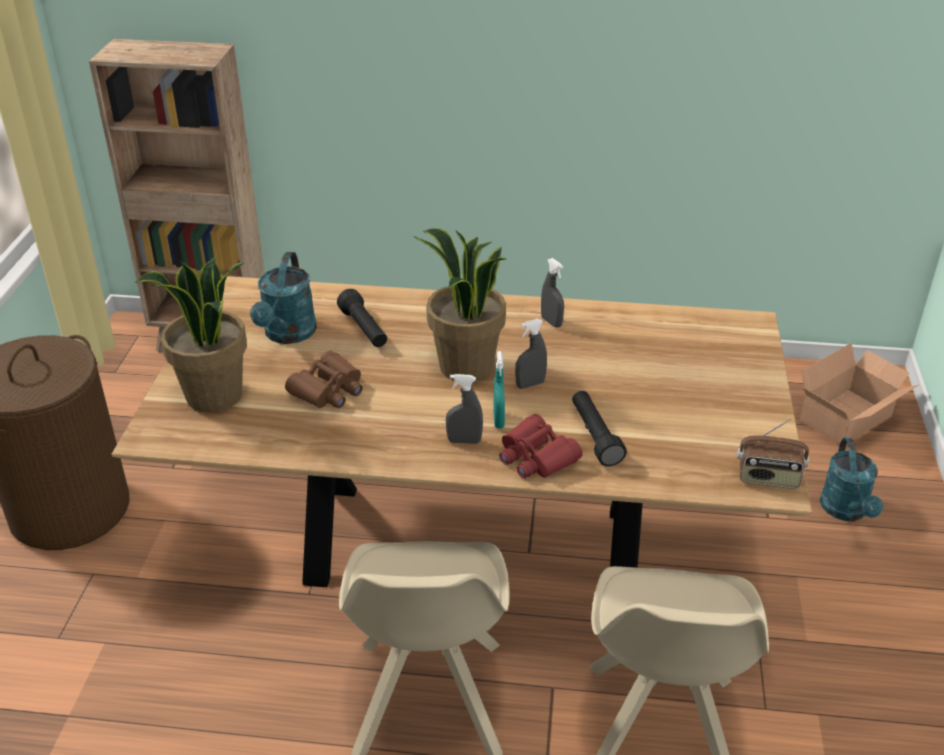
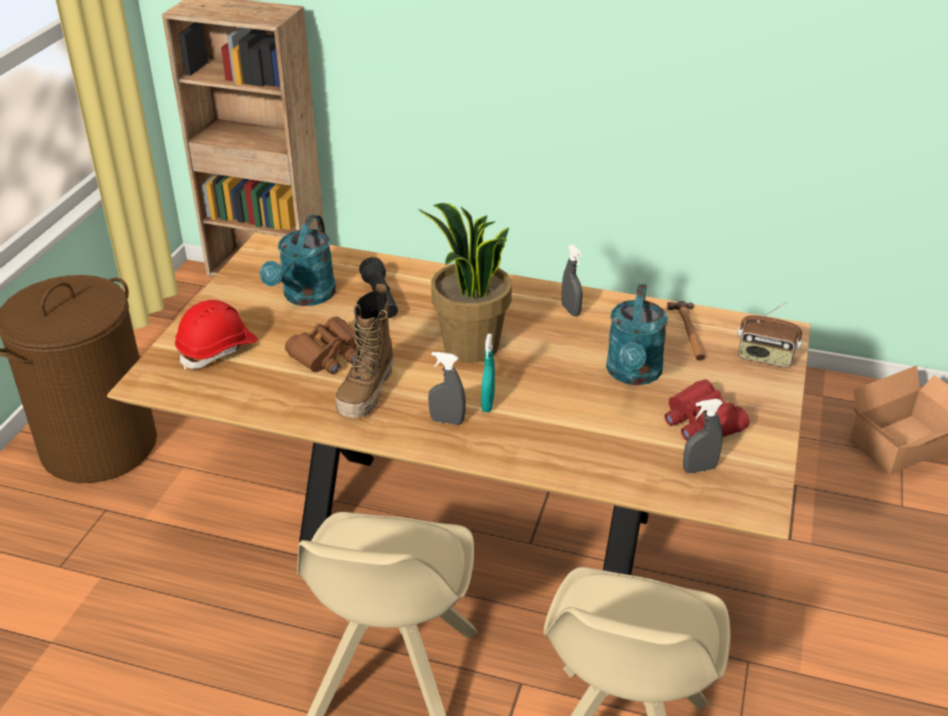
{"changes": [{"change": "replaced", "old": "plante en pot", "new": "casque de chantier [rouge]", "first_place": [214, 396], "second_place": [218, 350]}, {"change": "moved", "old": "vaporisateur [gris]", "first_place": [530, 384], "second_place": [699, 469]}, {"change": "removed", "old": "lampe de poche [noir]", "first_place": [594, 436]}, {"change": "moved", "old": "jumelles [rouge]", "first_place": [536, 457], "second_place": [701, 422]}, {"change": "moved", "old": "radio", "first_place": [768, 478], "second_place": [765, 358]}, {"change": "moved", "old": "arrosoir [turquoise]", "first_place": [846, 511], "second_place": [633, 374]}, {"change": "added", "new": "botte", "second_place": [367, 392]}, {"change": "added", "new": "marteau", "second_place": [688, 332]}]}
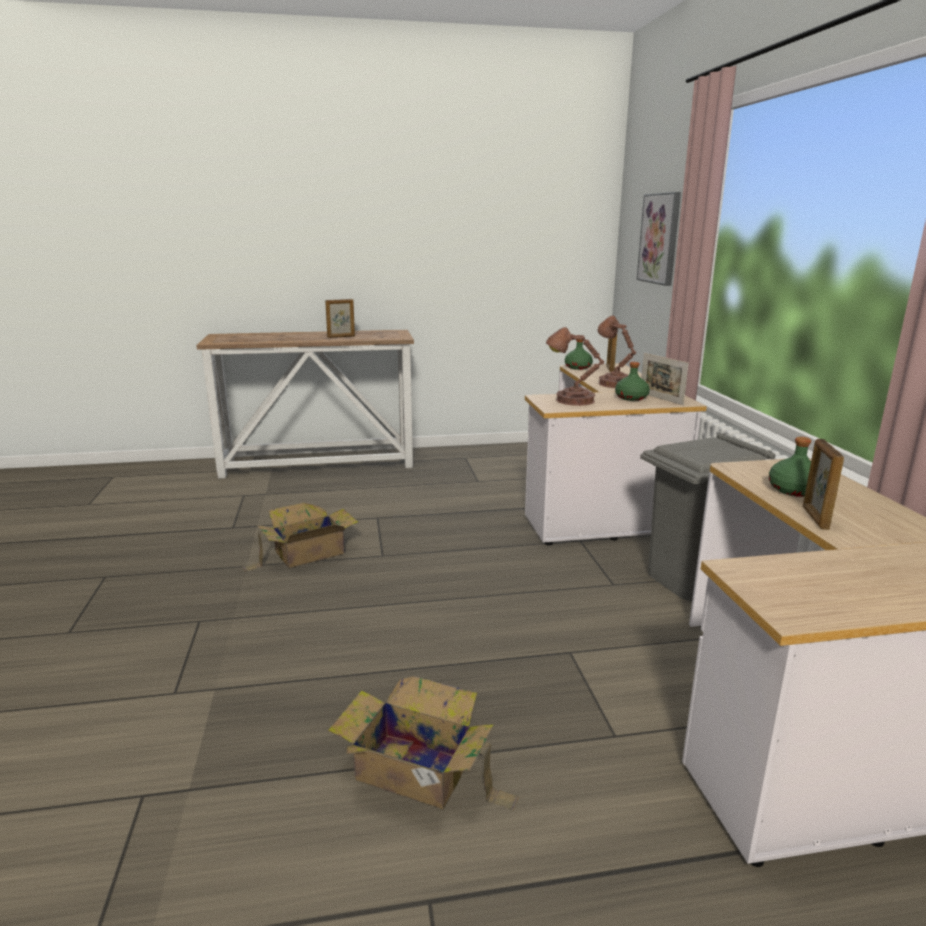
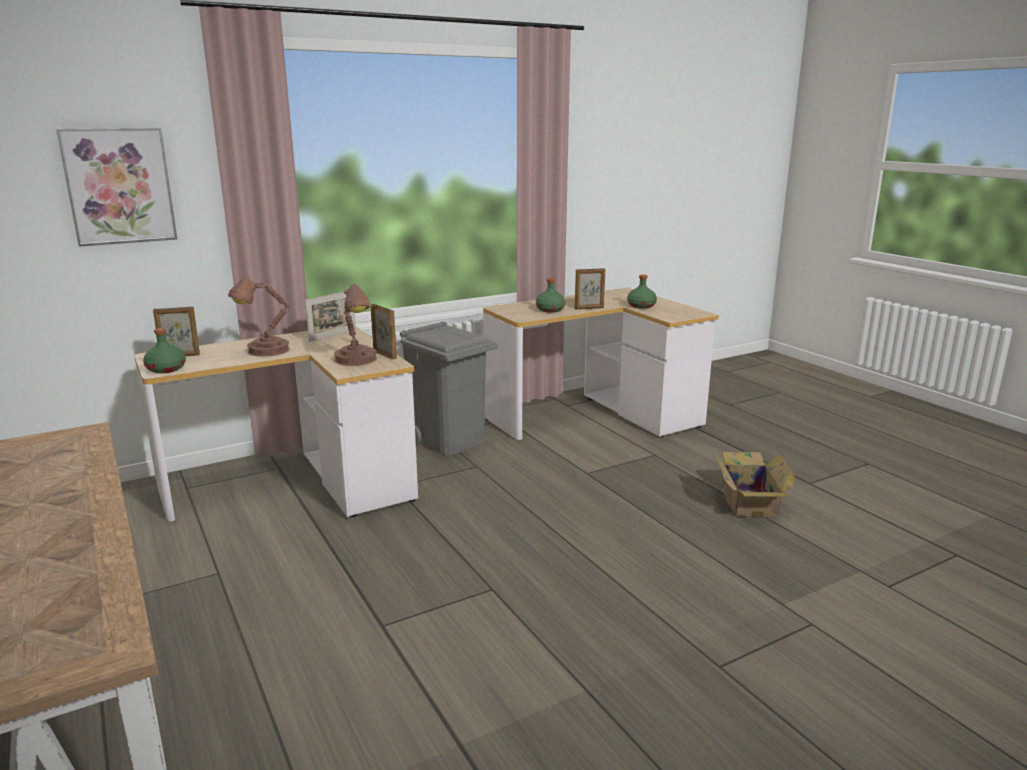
{"changes": [{"change": "moved", "old": "cadre photo", "first_place": [341, 337], "second_place": [385, 354]}, {"change": "moved", "old": "bouteille [vert]", "first_place": [631, 398], "second_place": [641, 306]}, {"change": "removed", "old": "carton", "first_place": [306, 553]}]}
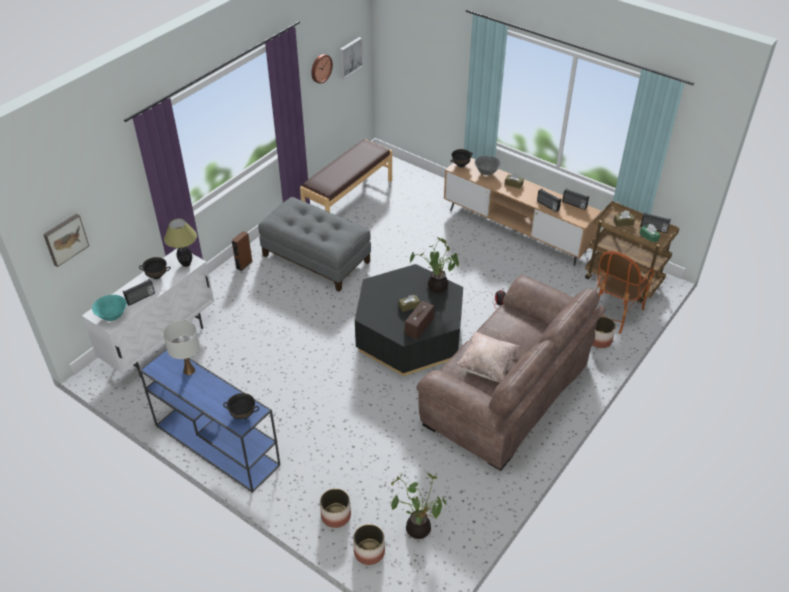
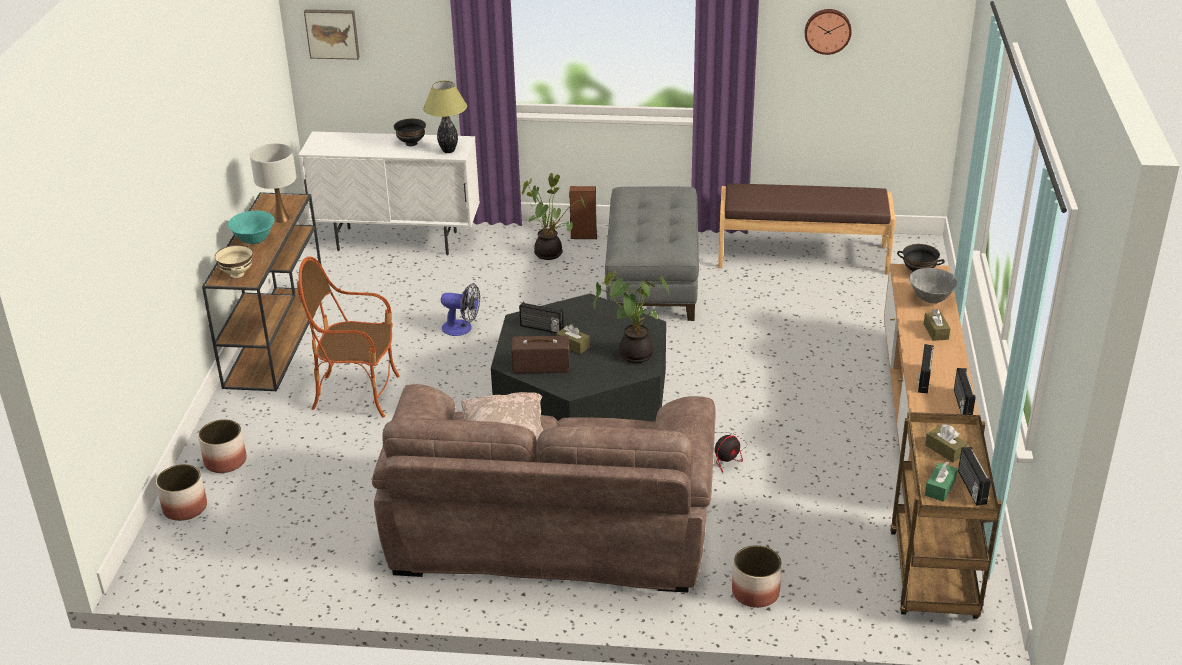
{"changes": [{"change": "removed", "old": "tableau", "first_place": [350, 57]}, {"change": "moved", "old": "fauteuil", "first_place": [614, 312], "second_place": [357, 394]}, {"change": "moved", "old": "radio", "first_place": [141, 298], "second_place": [541, 328]}, {"change": "moved", "old": "bol [turquoise]", "first_place": [113, 316], "second_place": [254, 241]}, {"change": "recoloured", "old": "table console [bleu]", "new": "table console [marron]", "first_place": [215, 444], "second_place": [276, 336]}, {"change": "recoloured", "old": "bol [noir]", "new": "bol [beige]", "first_place": [243, 414], "second_place": [237, 274]}, {"change": "moved", "old": "plante en pot", "first_place": [418, 527], "second_place": [551, 253]}, {"change": "added", "new": "ventilateur", "second_place": [462, 328]}]}
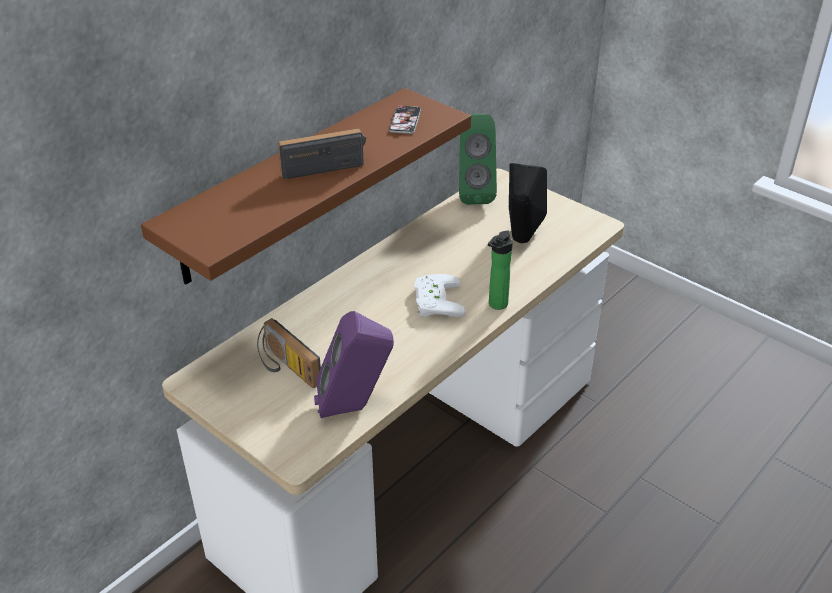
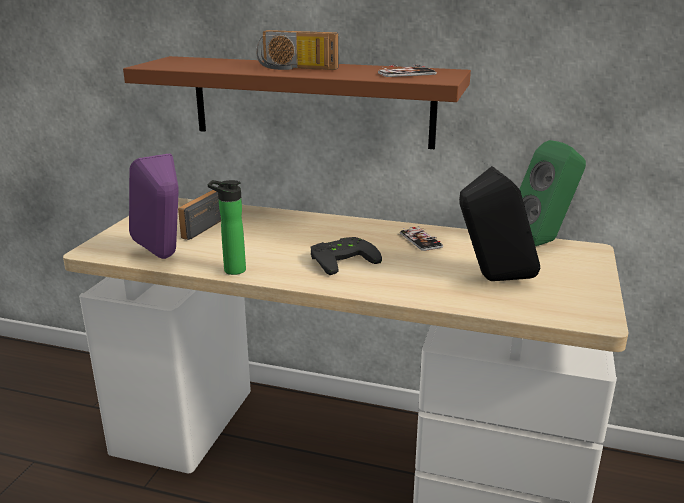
{"changes": [{"change": "turned", "old": "radio", "first_place": [323, 165], "second_place": [295, 68], "degrees": 150}, {"change": "moved", "old": "bouteille", "first_place": [496, 305], "second_place": [231, 270]}, {"change": "recoloured", "old": "manette [blanc]", "new": "manette [noir]", "first_place": [434, 300], "second_place": [342, 259]}, {"change": "added", "new": "téléphone", "second_place": [420, 240]}]}
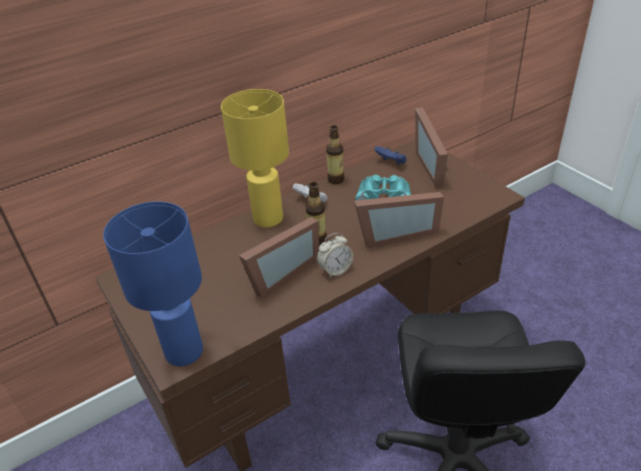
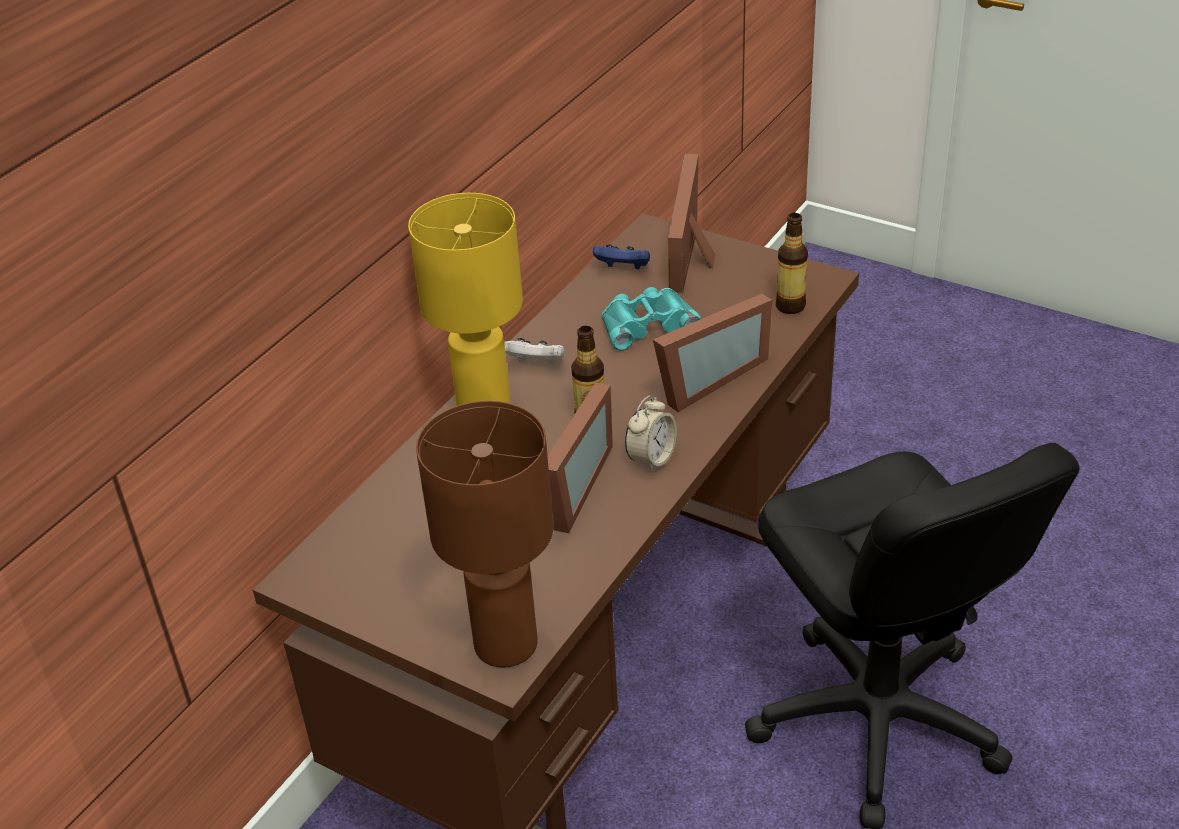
{"changes": [{"change": "turned", "old": "cadre photo", "first_place": [434, 166], "second_place": [696, 257], "degrees": 45}, {"change": "moved", "old": "bouteille", "first_place": [336, 179], "second_place": [790, 306]}, {"change": "recoloured", "old": "lampe de table [bleu]", "new": "lampe de table [marron]", "first_place": [184, 351], "second_place": [505, 643]}]}
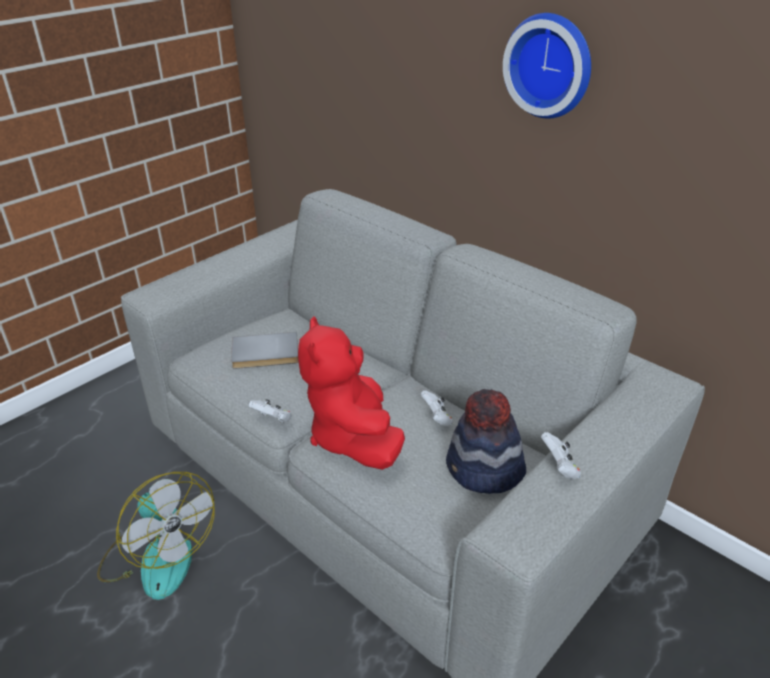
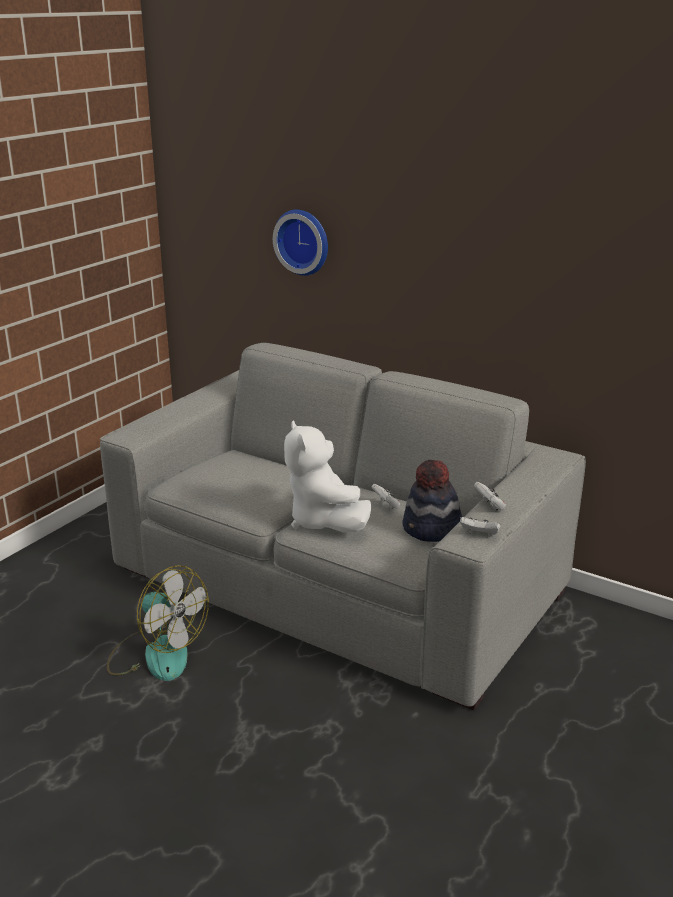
{"changes": [{"change": "moved", "old": "horloge murale", "first_place": [550, 65], "second_place": [303, 241]}, {"change": "recoloured", "old": "peluche [rouge]", "new": "peluche [blanc]", "first_place": [352, 437], "second_place": [323, 521]}, {"change": "removed", "old": "livre [gris]", "first_place": [265, 354]}, {"change": "moved", "old": "manette [blanc]", "first_place": [273, 420], "second_place": [479, 535]}]}
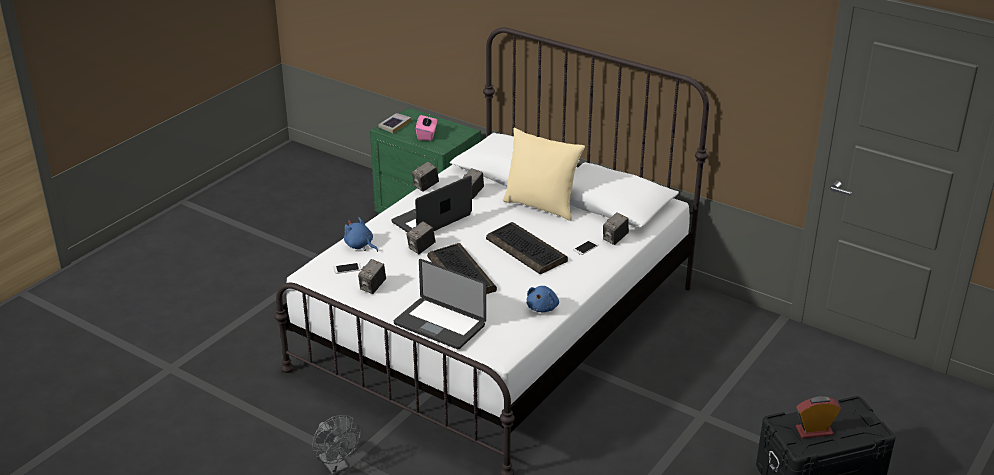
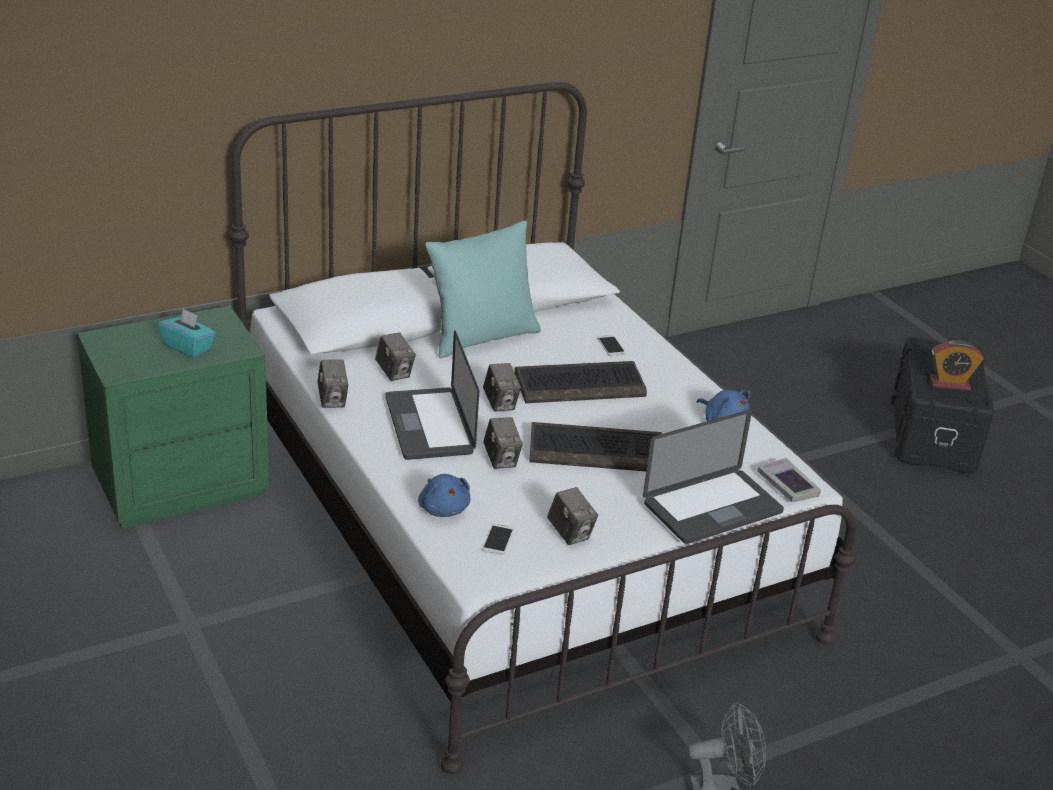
{"changes": [{"change": "moved", "old": "livre", "first_place": [394, 125], "second_place": [787, 485]}, {"change": "recoloured", "old": "boîte à mouchoirs [rose]", "new": "boîte à mouchoirs [turquoise]", "first_place": [427, 135], "second_place": [188, 347]}, {"change": "recoloured", "old": "coussin [beige]", "new": "coussin [turquoise]", "first_place": [541, 206], "second_place": [481, 337]}, {"change": "moved", "old": "appareil photo", "first_place": [615, 239], "second_place": [500, 403]}, {"change": "turned", "old": "peluche [bleu]", "first_place": [360, 246], "second_place": [443, 508], "degrees": -90}, {"change": "turned", "old": "réveil", "first_place": [814, 431], "second_place": [949, 383], "degrees": -105}]}
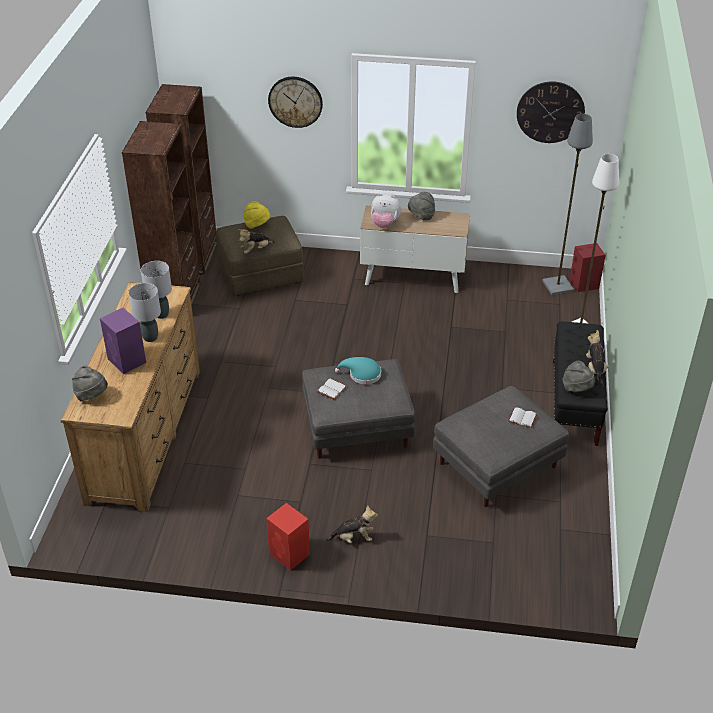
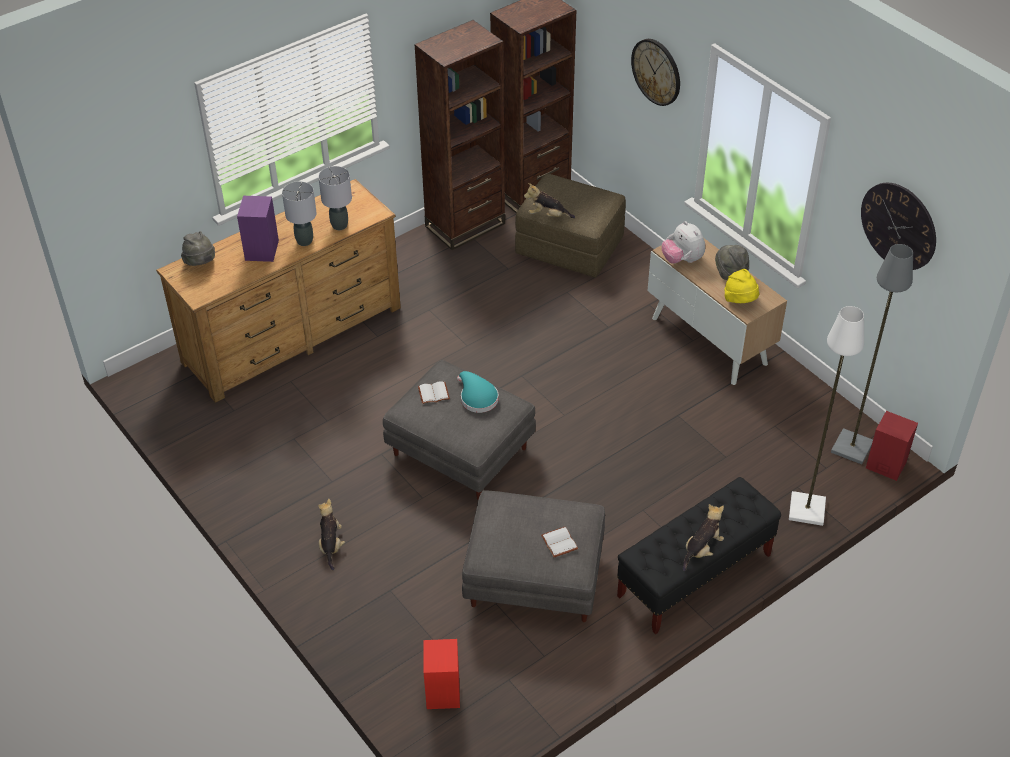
{"changes": [{"change": "moved", "old": "chapeau [jaune]", "first_place": [257, 225], "second_place": [740, 301]}, {"change": "removed", "old": "chapeau [gris]", "first_place": [577, 389]}, {"change": "moved", "old": "enceinte [rouge]", "first_place": [290, 554], "second_place": [443, 693]}, {"change": "turned", "old": "peluche", "first_place": [354, 538], "second_place": [331, 545], "degrees": -135}]}
